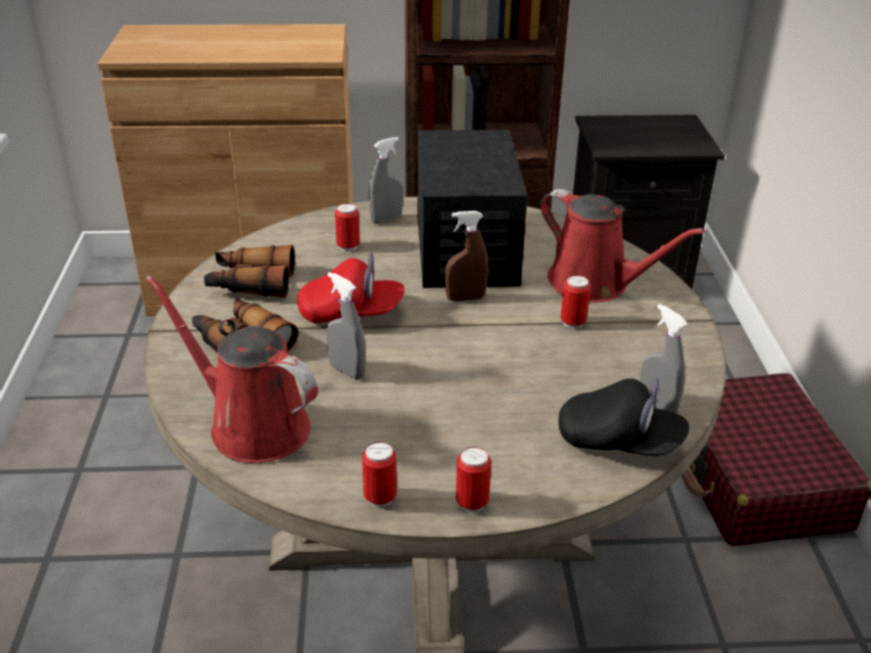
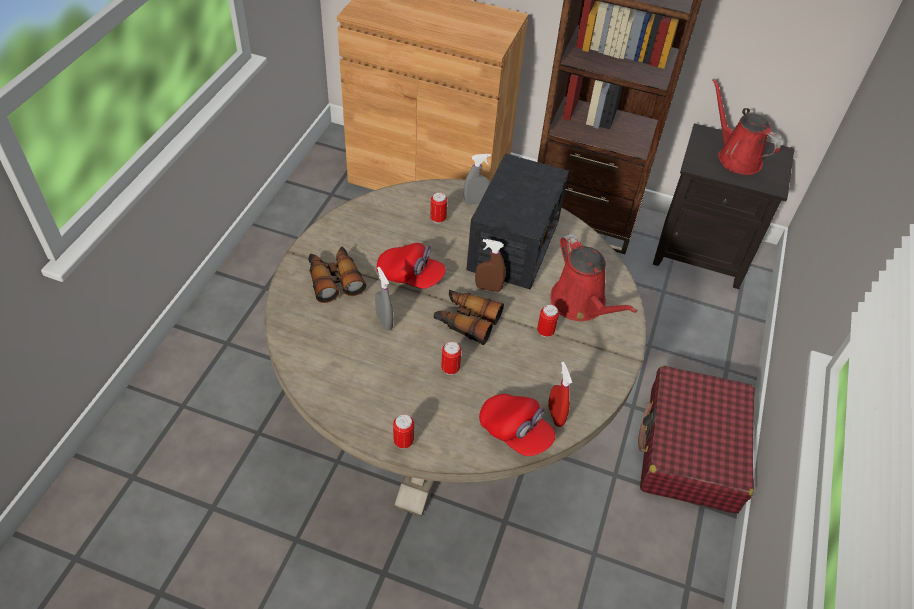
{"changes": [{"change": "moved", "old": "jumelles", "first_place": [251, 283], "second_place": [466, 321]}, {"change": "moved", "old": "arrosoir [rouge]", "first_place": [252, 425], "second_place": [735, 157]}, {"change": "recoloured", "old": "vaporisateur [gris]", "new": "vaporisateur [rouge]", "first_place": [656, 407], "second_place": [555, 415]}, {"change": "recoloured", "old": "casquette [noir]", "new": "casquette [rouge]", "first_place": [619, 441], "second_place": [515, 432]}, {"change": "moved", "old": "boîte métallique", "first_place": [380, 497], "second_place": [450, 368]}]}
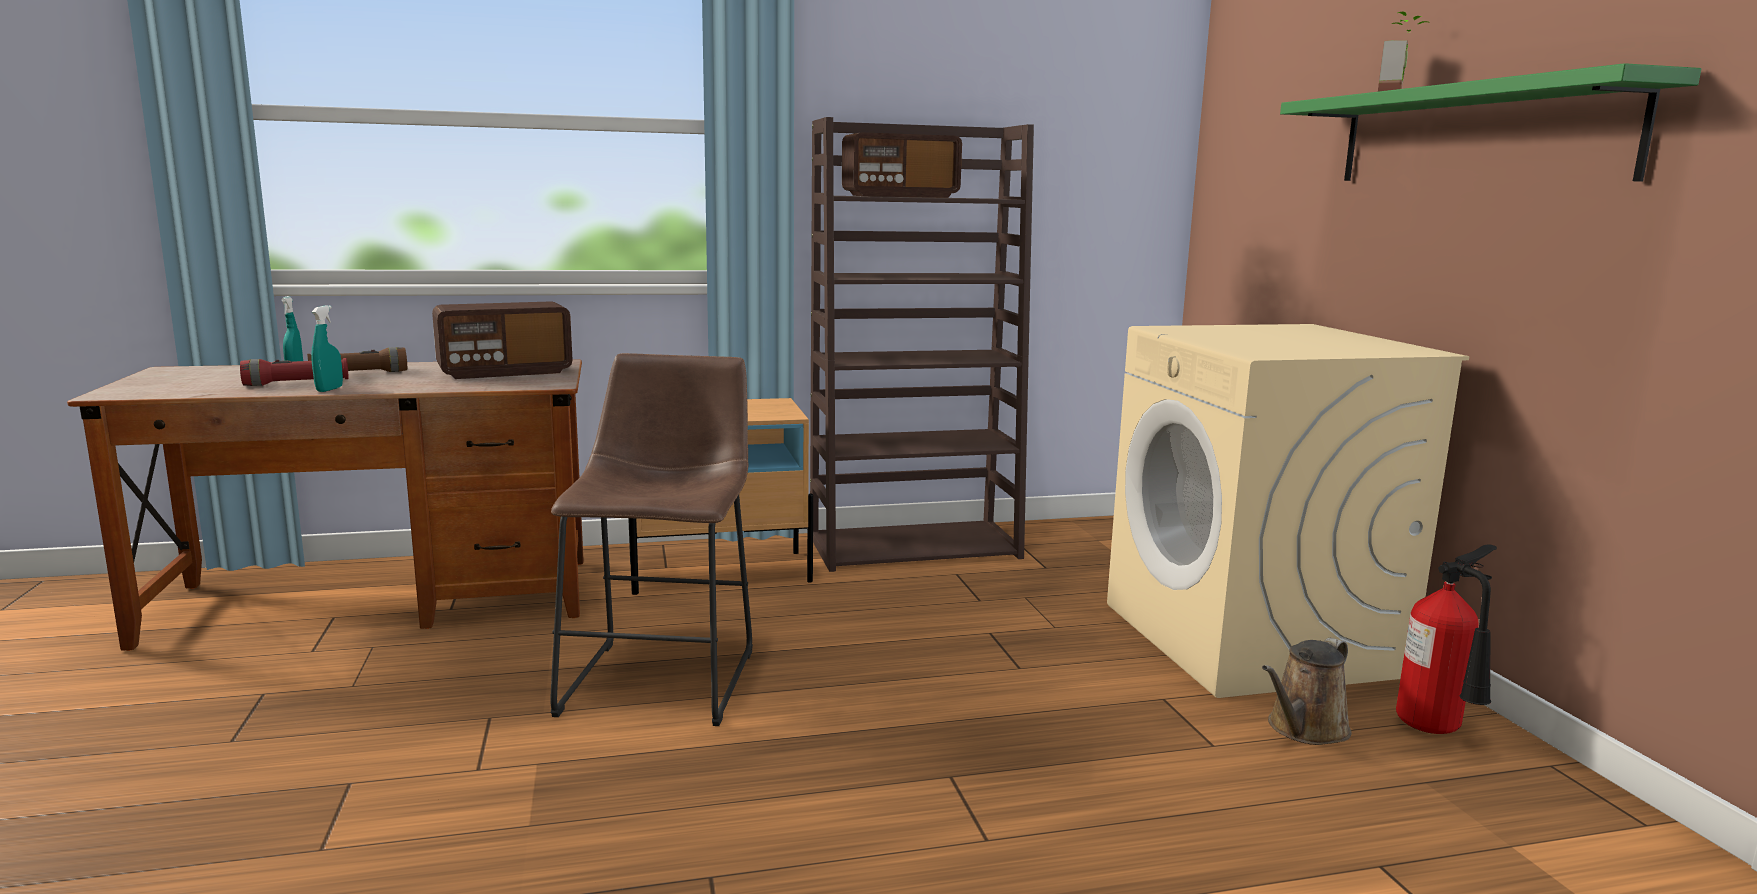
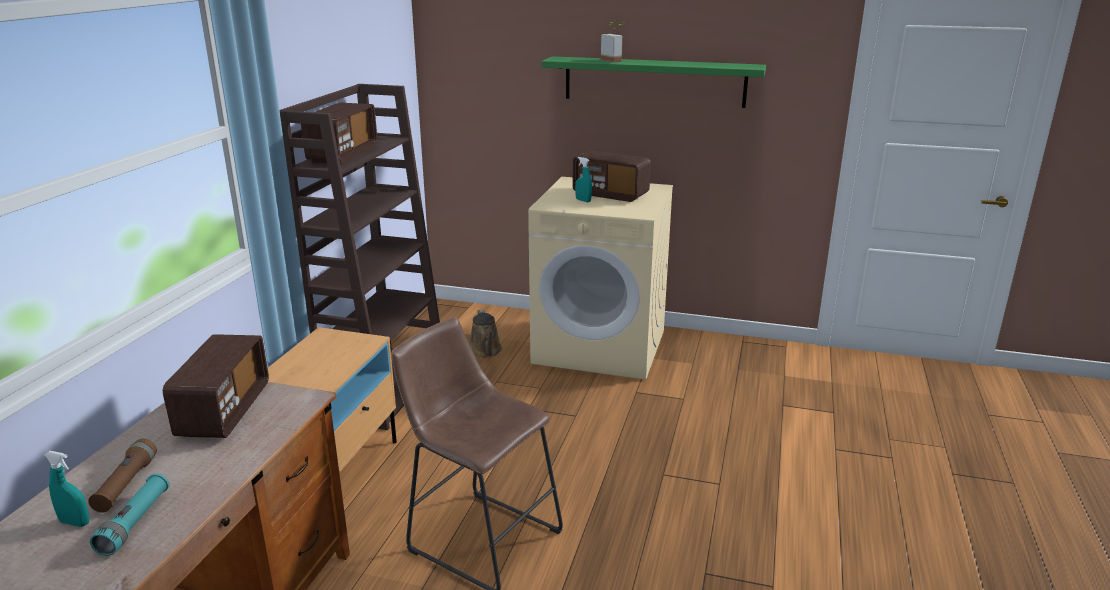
{"changes": [{"change": "moved", "old": "vaporisateur [turquoise]", "first_place": [329, 389], "second_place": [583, 200]}, {"change": "recoloured", "old": "lampe de poche [rouge]", "new": "lampe de poche [turquoise]", "first_place": [297, 383], "second_place": [135, 523]}, {"change": "removed", "old": "extincteur", "first_place": [1437, 730]}, {"change": "moved", "old": "arrosoir [marron]", "first_place": [1304, 729], "second_place": [486, 351]}, {"change": "added", "new": "radio", "second_place": [610, 194]}]}
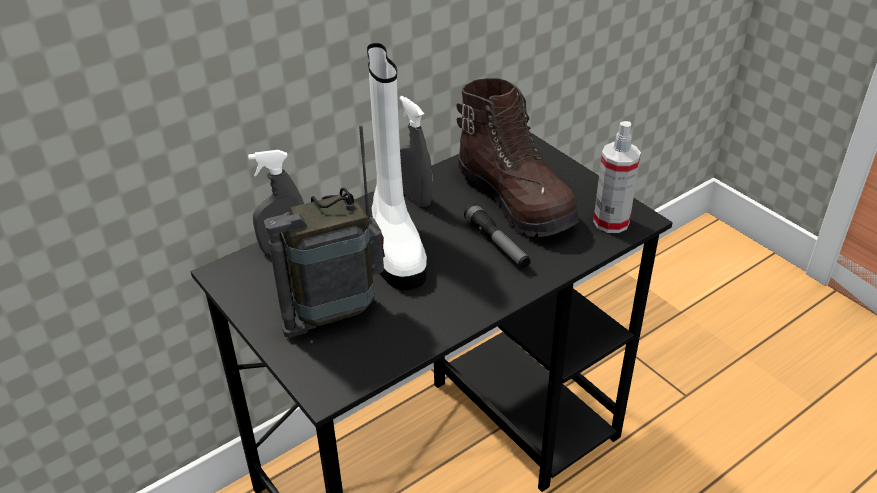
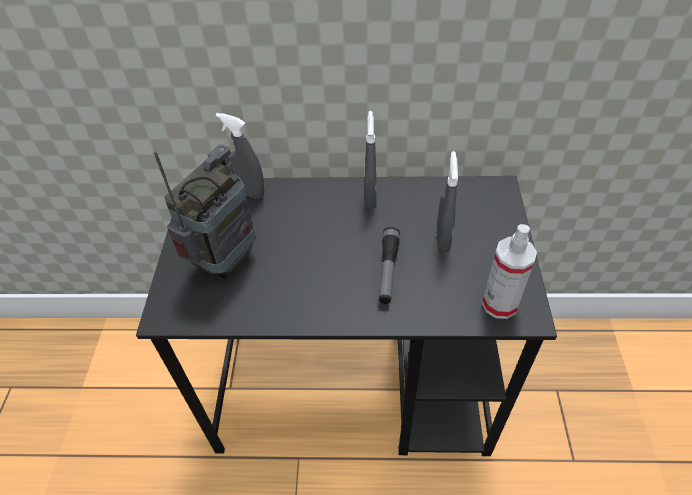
{"changes": [{"change": "removed", "old": "botte [blanc]", "first_place": [395, 246]}, {"change": "replaced", "old": "botte [marron]", "new": "vaporisateur [gris]", "first_place": [516, 199], "second_place": [442, 240]}, {"change": "turned", "old": "radio", "first_place": [334, 314], "second_place": [226, 260], "degrees": 105}]}
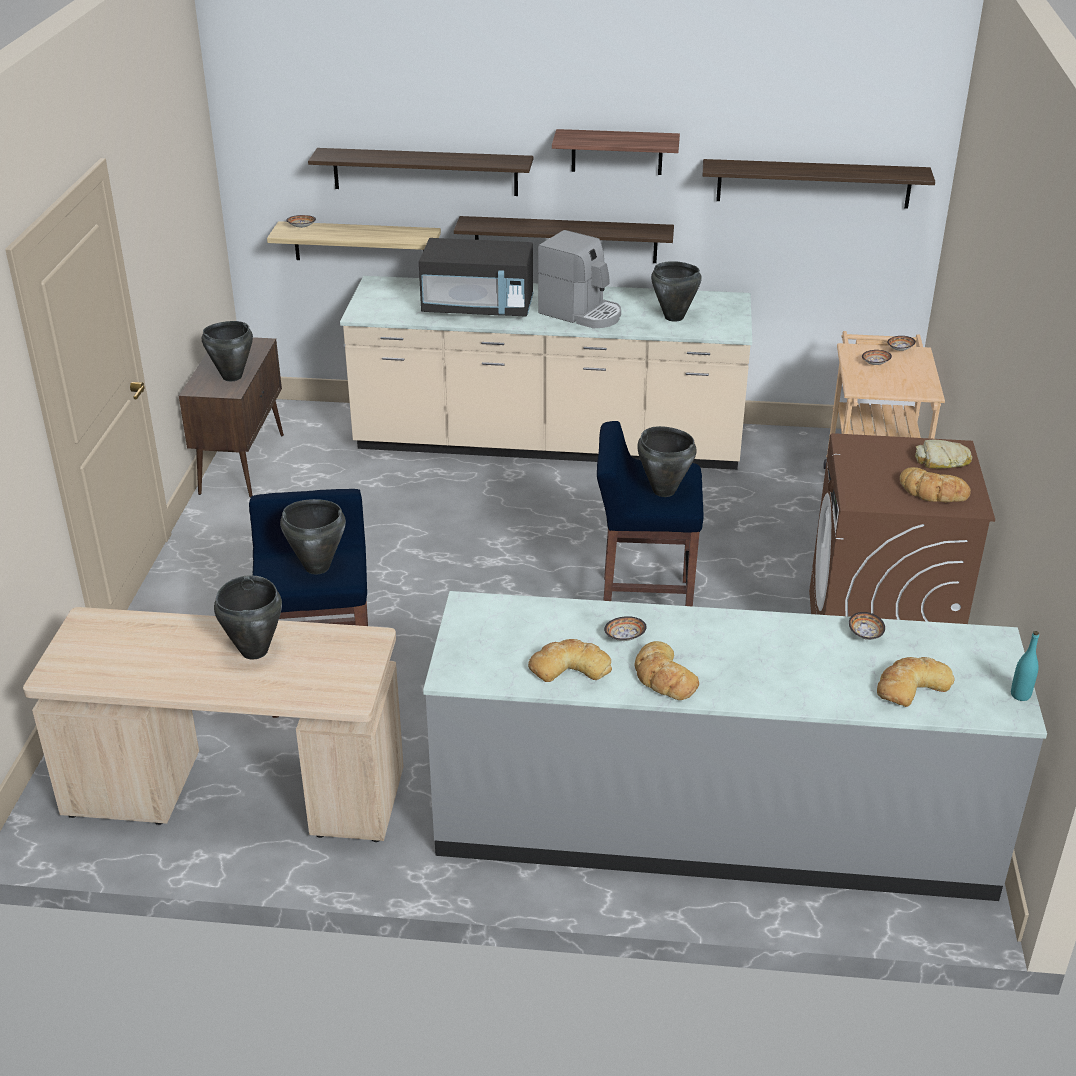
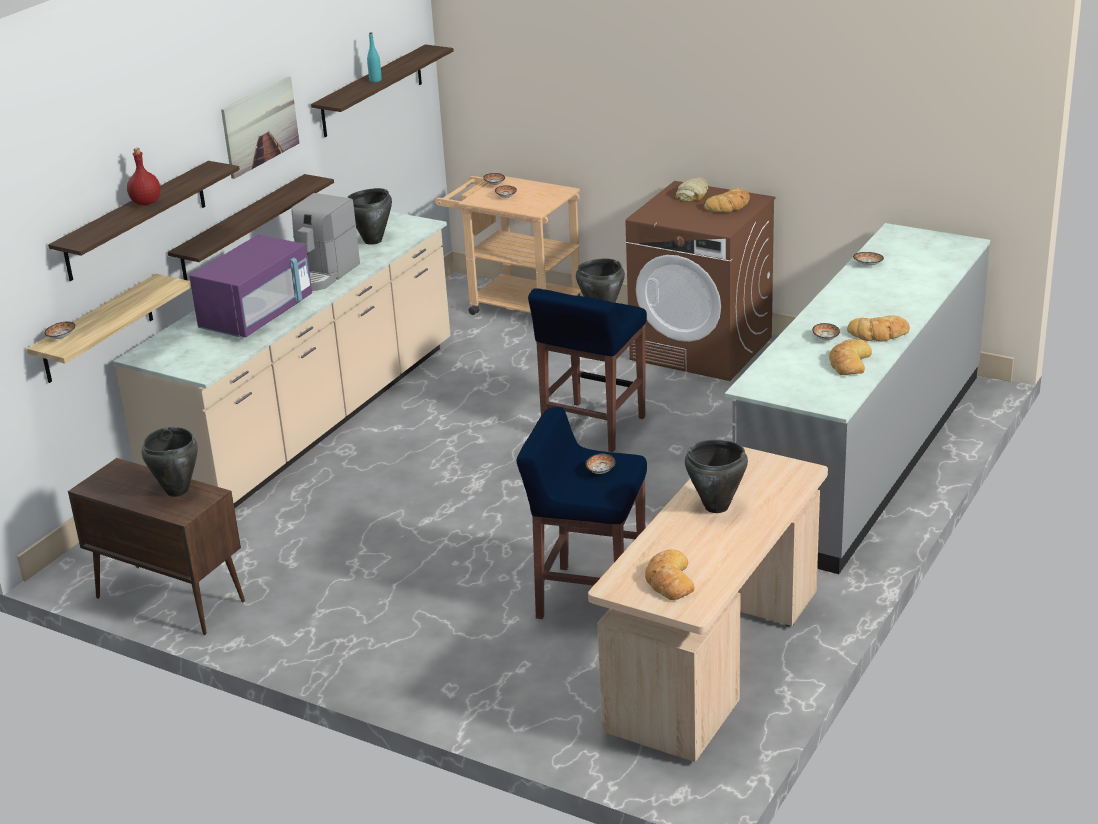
{"changes": [{"change": "replaced", "old": "étagère", "new": "tableau", "first_place": [617, 152], "second_place": [260, 126]}, {"change": "turned", "old": "machine à café", "first_place": [581, 313], "second_place": [322, 274], "degrees": 150}, {"change": "recoloured", "old": "micro-ondes [noir]", "new": "micro-ondes [violet]", "first_place": [478, 308], "second_place": [257, 316]}, {"change": "replaced", "old": "marmite [noir]", "new": "bol", "first_place": [317, 567], "second_place": [600, 471]}, {"change": "moved", "old": "bouteille [turquoise]", "first_place": [1020, 695], "second_place": [375, 80]}, {"change": "moved", "old": "pain", "first_place": [911, 686], "second_place": [669, 580]}, {"change": "added", "new": "bouteille [rouge]", "second_place": [146, 202]}]}
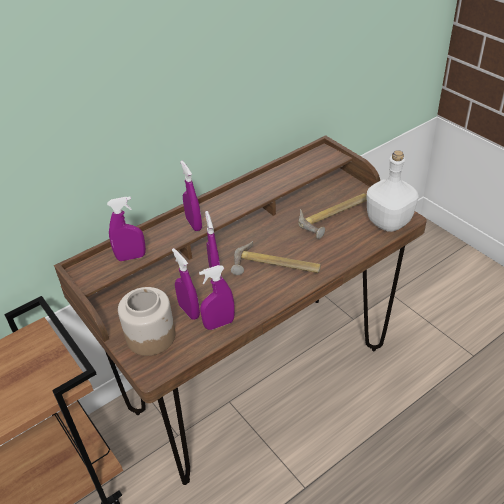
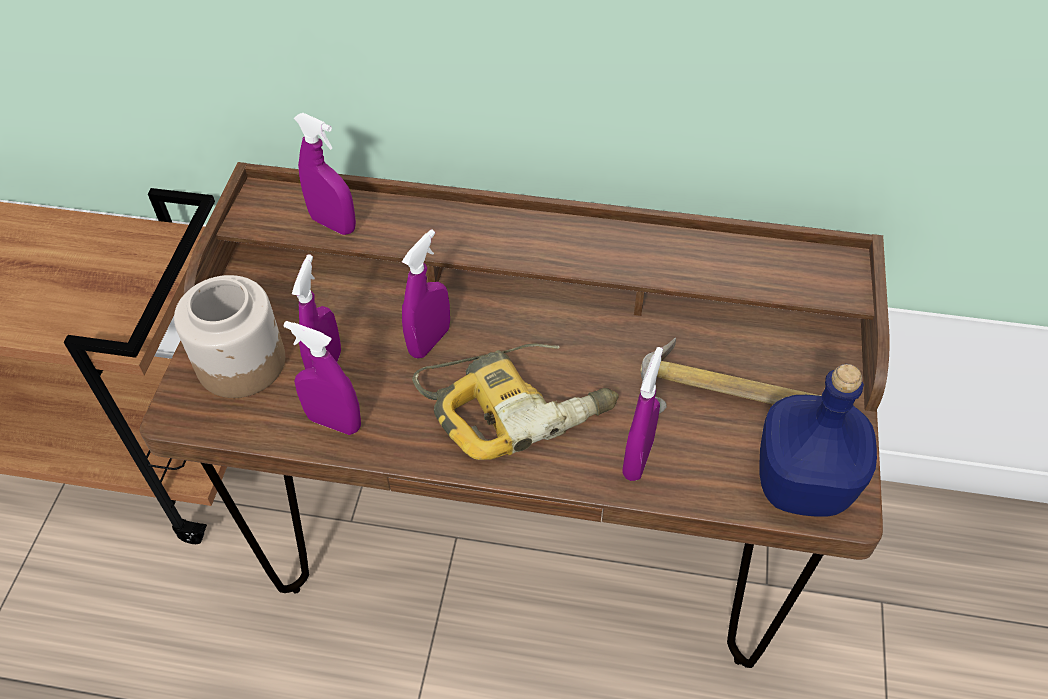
{"changes": [{"change": "recoloured", "old": "bouteille [blanc]", "new": "bouteille [bleu]", "first_place": [388, 222], "second_place": [799, 485]}, {"change": "moved", "old": "vaporisateur [violet]", "first_place": [194, 224], "second_place": [638, 458]}, {"change": "replaced", "old": "marteau", "new": "perceuse", "first_place": [275, 268], "second_place": [517, 405]}]}
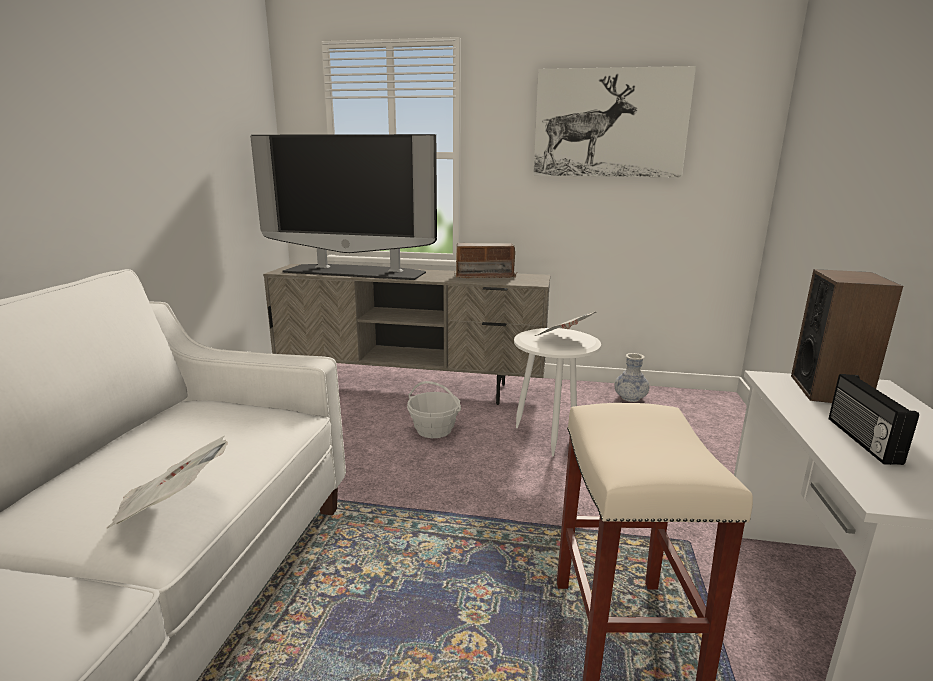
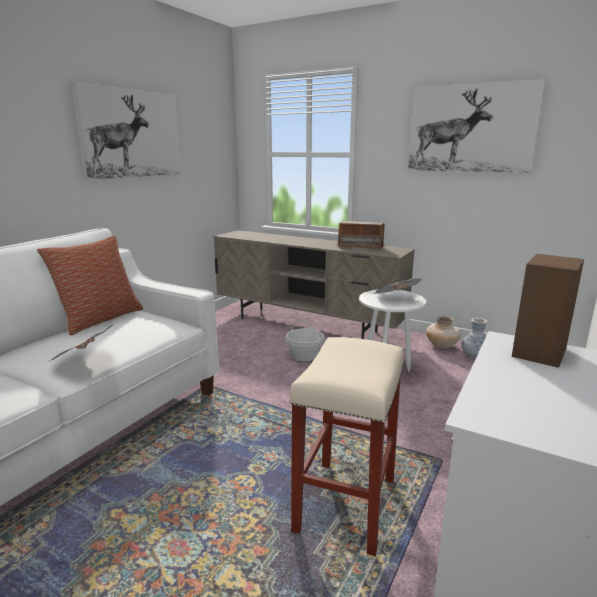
{"changes": [{"change": "removed", "old": "téléviseur", "first_place": [356, 272]}, {"change": "removed", "old": "radio", "first_place": [861, 440]}, {"change": "added", "new": "tableau", "second_place": [131, 134]}, {"change": "added", "new": "coussin", "second_place": [100, 319]}, {"change": "added", "new": "vase [beige]", "second_place": [442, 346]}]}
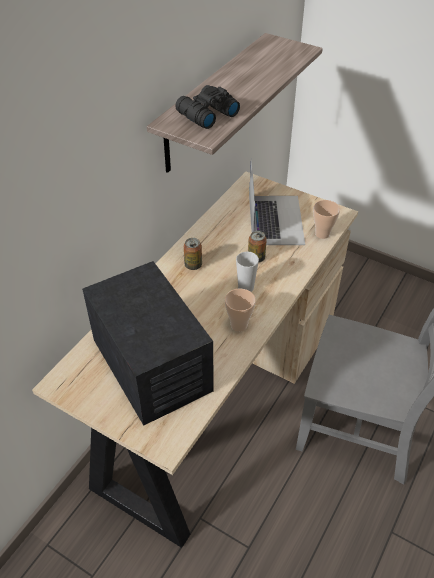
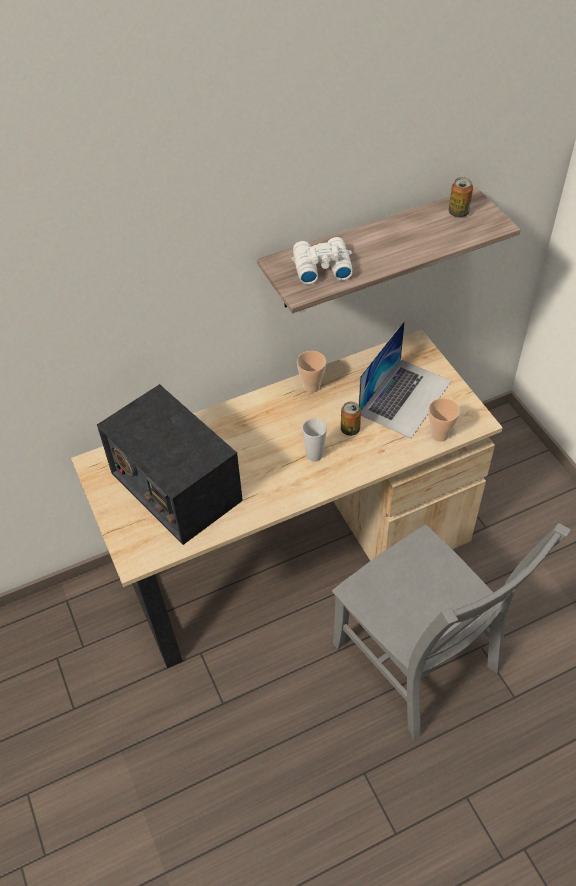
{"changes": [{"change": "recoloured", "old": "jumelles [noir]", "new": "jumelles [blanc]", "first_place": [206, 114], "second_place": [320, 267]}, {"change": "moved", "old": "boîte métallique", "first_place": [193, 265], "second_place": [458, 212]}, {"change": "turned", "old": "radio", "first_place": [152, 365], "second_place": [175, 486], "degrees": 135}, {"change": "moved", "old": "tasse", "first_place": [239, 325], "second_place": [311, 386]}]}
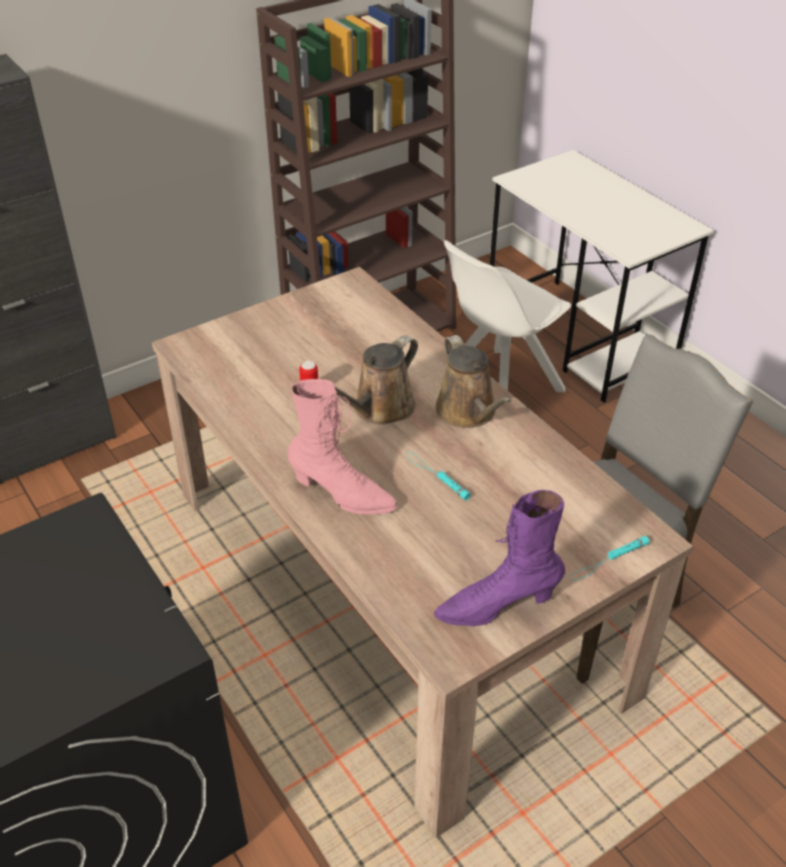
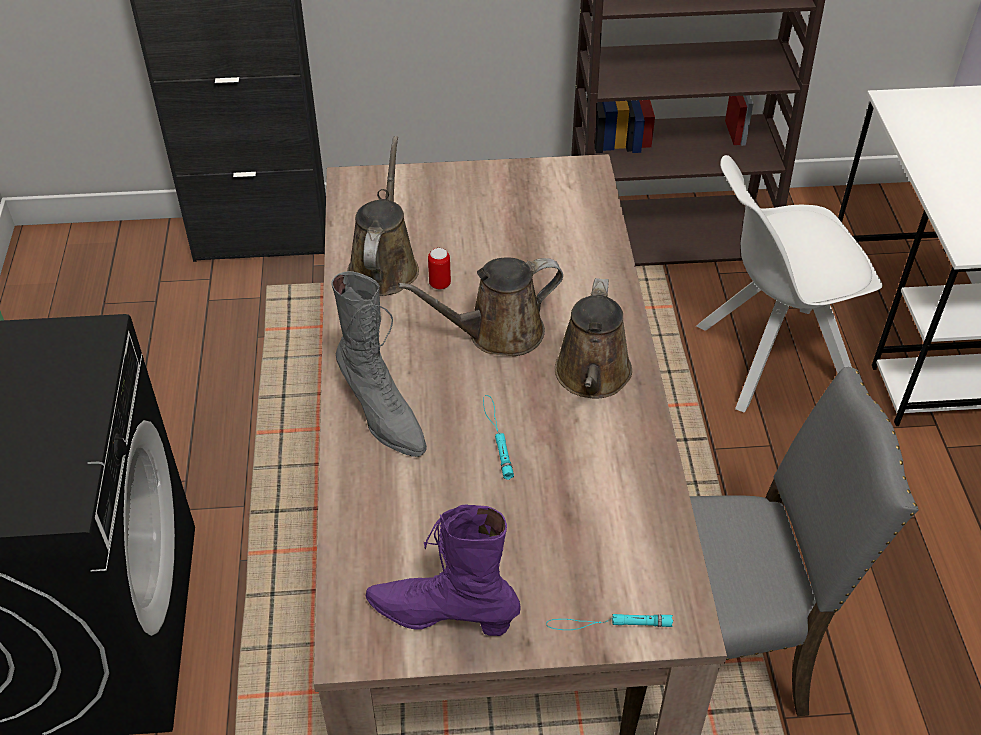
{"changes": [{"change": "recoloured", "old": "botte [rose]", "new": "botte [gris]", "first_place": [342, 495], "second_place": [382, 415]}, {"change": "added", "new": "arrosoir [marron]", "second_place": [384, 265]}]}
